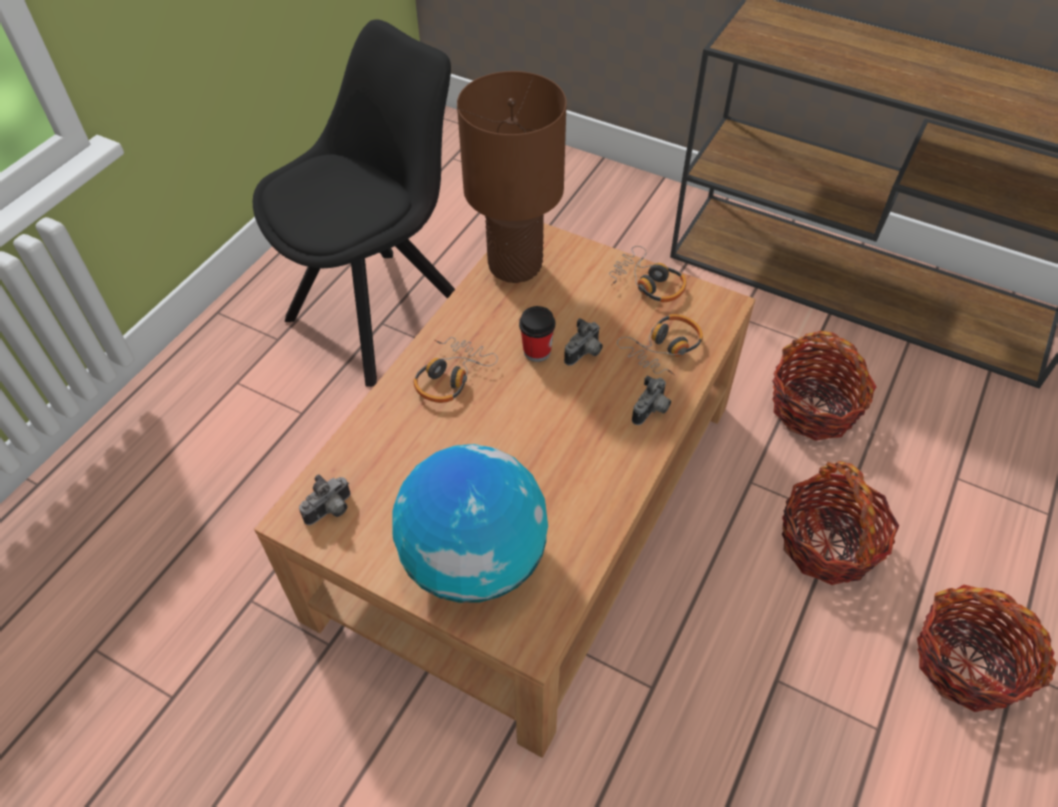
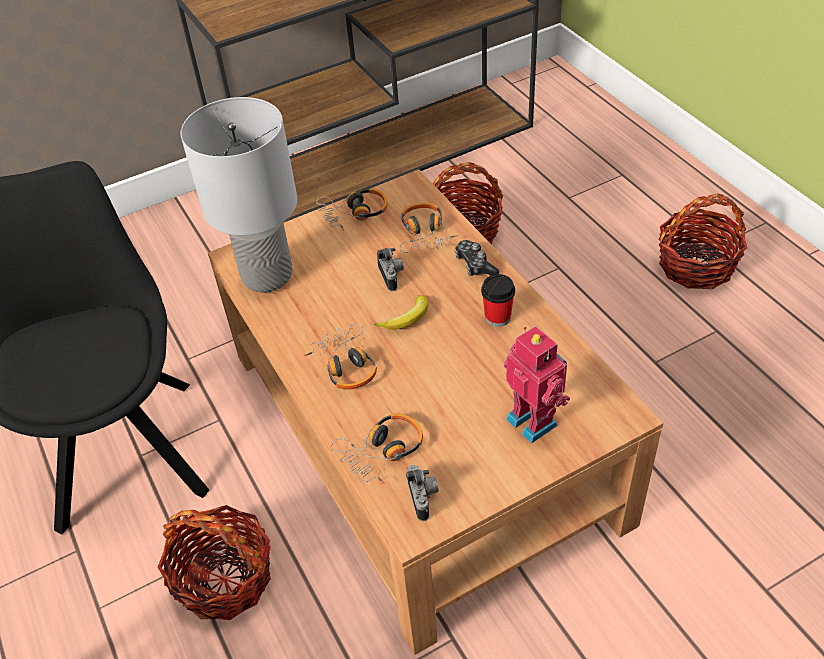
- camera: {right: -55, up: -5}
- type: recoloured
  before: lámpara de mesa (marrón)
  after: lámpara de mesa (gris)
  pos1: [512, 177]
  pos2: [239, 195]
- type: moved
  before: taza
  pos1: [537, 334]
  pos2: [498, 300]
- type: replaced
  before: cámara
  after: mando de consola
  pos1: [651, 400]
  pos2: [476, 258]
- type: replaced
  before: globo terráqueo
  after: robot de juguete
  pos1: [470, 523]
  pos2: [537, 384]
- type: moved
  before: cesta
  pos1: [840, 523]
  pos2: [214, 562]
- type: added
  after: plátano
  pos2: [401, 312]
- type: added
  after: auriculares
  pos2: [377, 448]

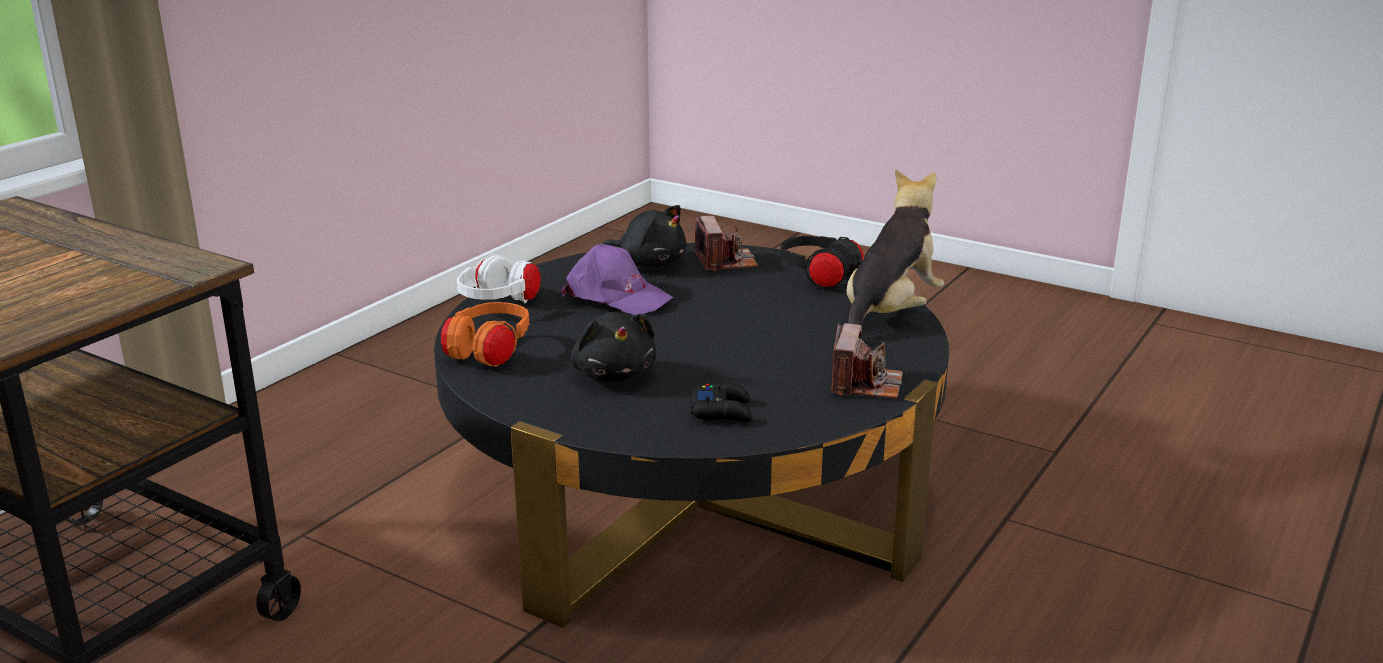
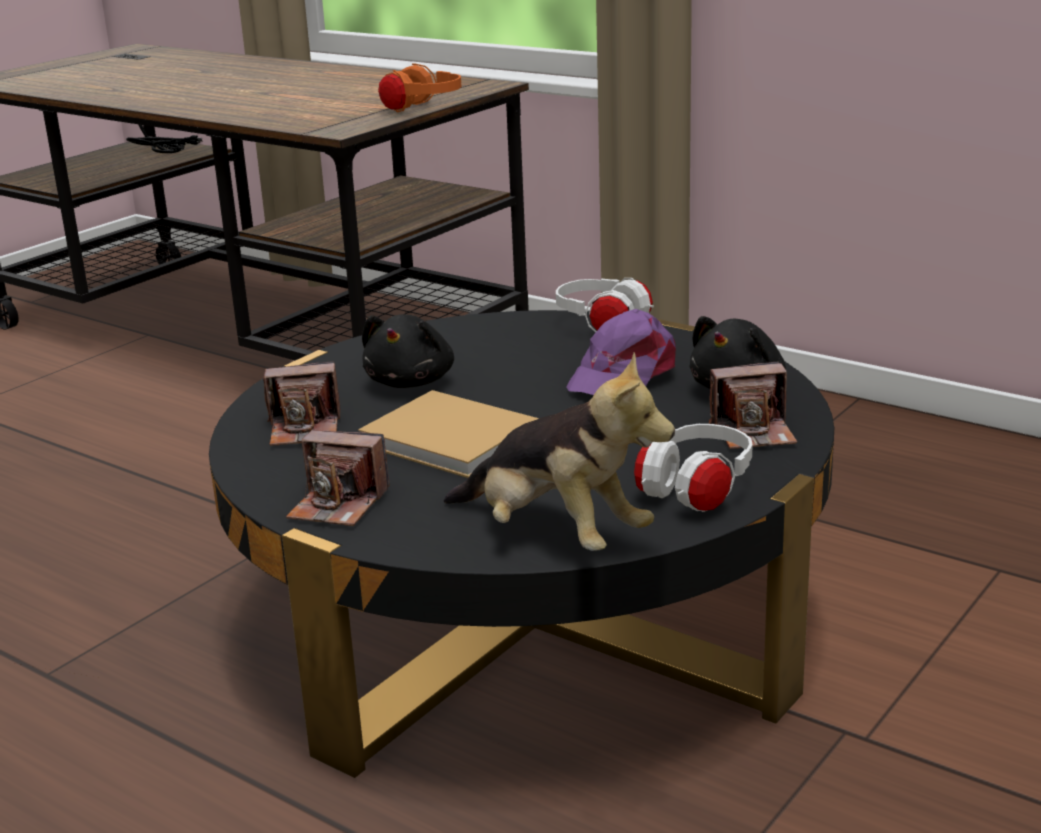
- camera: {right: 95, up: 0}
- type: recoloured
  before: auriculares (negro)
  after: auriculares (blanco)
  pos1: [822, 262]
  pos2: [693, 468]
- type: moved
  before: auriculares (naranja)
  pos1: [485, 334]
  pos2: [419, 87]
- type: turned
  before: peluche (negro)
  pos1: [613, 347]
  pos2: [408, 351]
  turn: -60
- type: replaced
  before: mando de consola (negro)
  after: cámara
  pos1: [722, 402]
  pos2: [302, 403]
- type: added
  after: libro (beis)
  pos2: [448, 434]

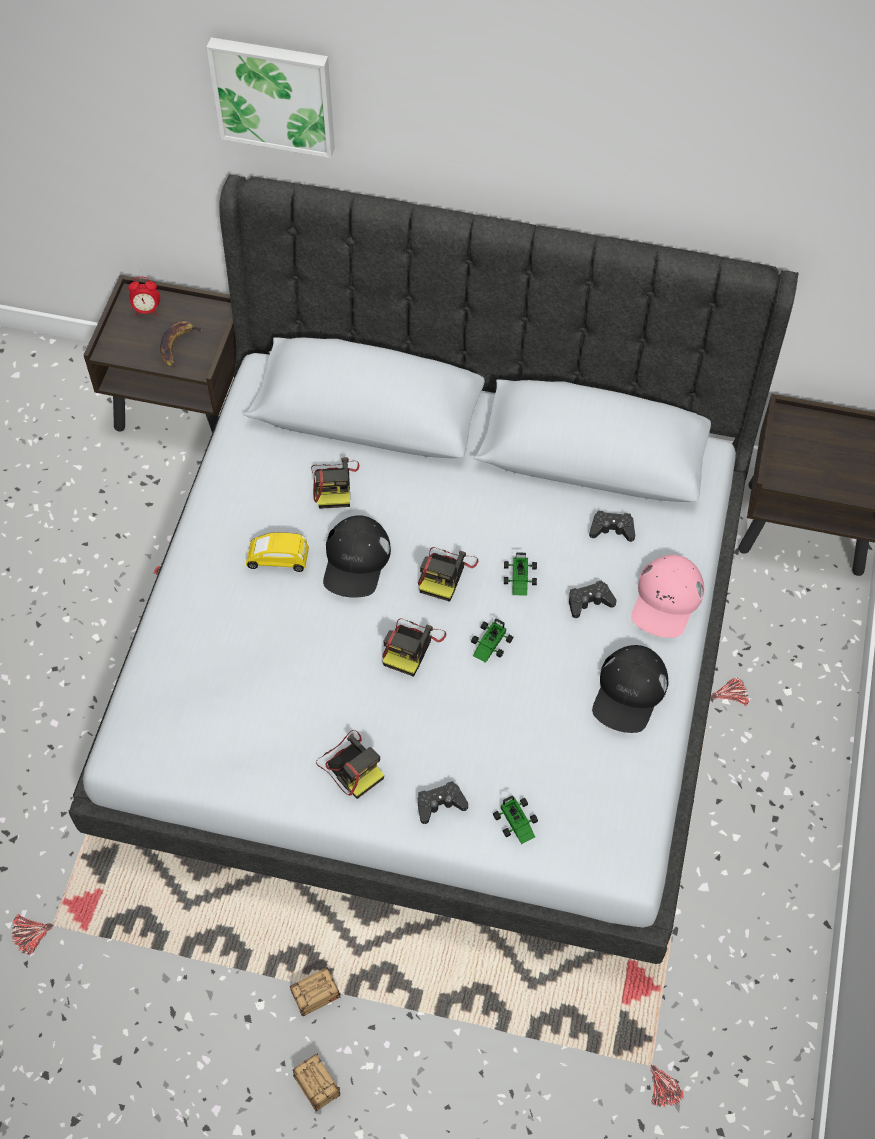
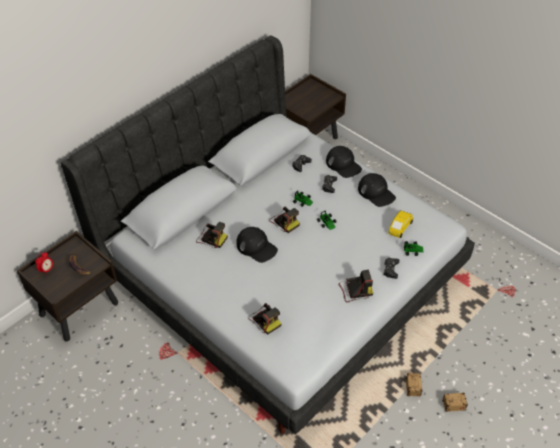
- camera: {right: -60, up: -10}
- type: removed
  before: cuadro
  pos1: [270, 97]
- type: moved
  before: coche de juguete (amarillo)
  pos1: [277, 552]
  pos2: [400, 224]
- type: recoloured
  before: gorra (rosa)
  after: gorra (negro)
  pos1: [668, 596]
  pos2: [344, 162]
- type: moved
  before: cámara
  pos1: [414, 647]
  pos2: [265, 319]

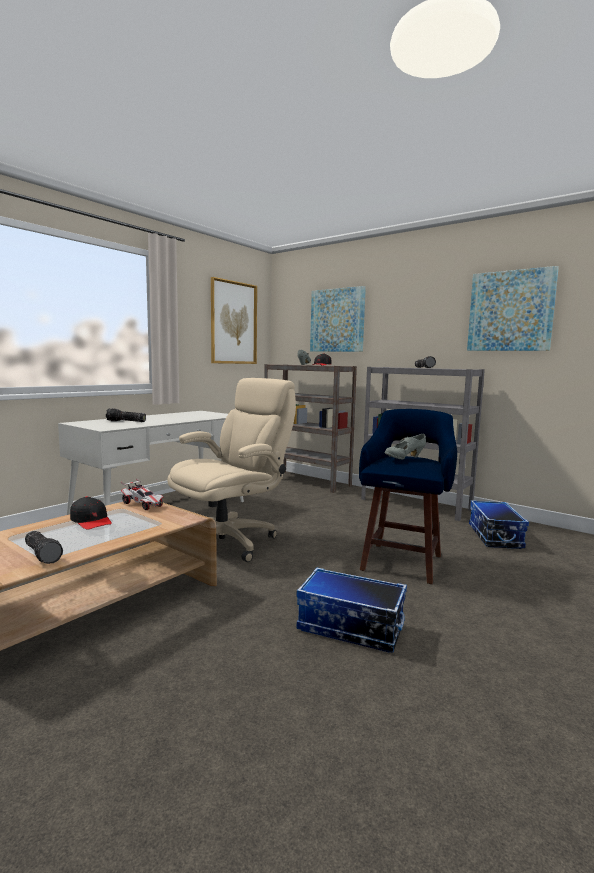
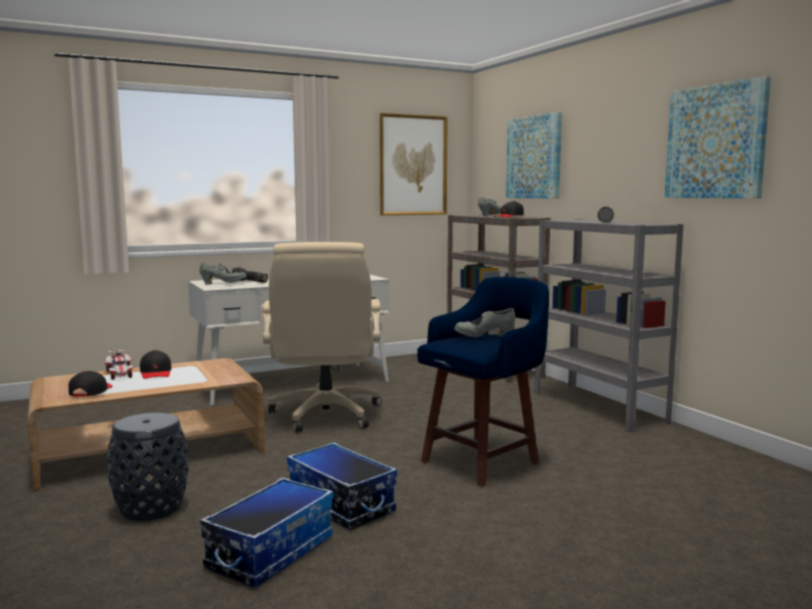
- camera: {right: 25, up: 0}
- type: turned
  before: silla de oficina (beis)
  pos1: [231, 470]
  pos2: [322, 337]
  turn: 105
- type: moved
  before: coche de juguete
  pos1: [142, 494]
  pos2: [118, 364]
- type: moved
  before: caja de almacenaje
  pos1: [499, 524]
  pos2: [266, 532]
- type: replaced
  before: linterna
  after: gorra (negro)
  pos1: [44, 547]
  pos2: [90, 384]
- type: added
  after: zapato (gris)
  pos2: [223, 274]
- type: added
  after: taburete (negro)
  pos2: [148, 467]

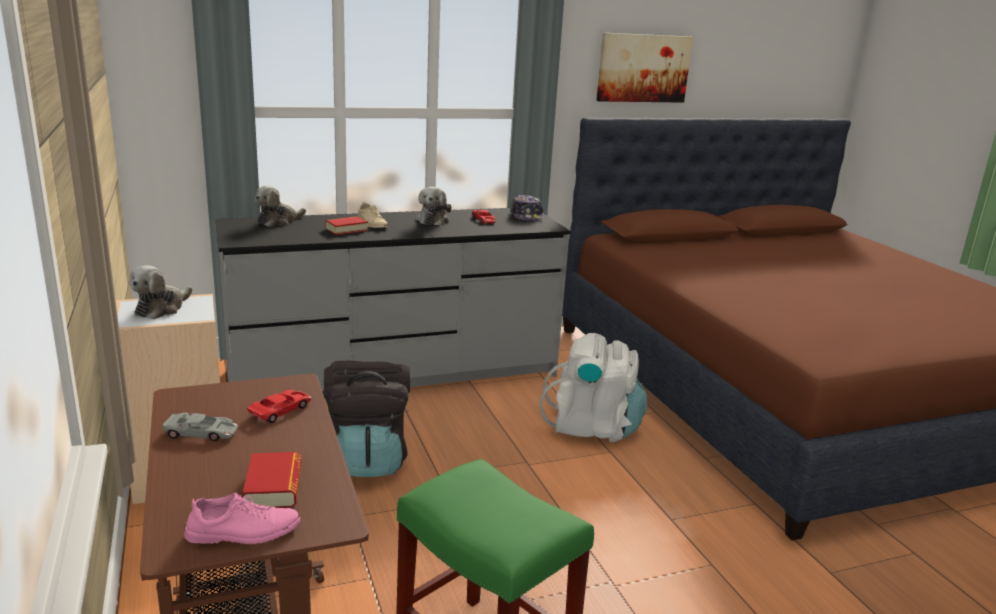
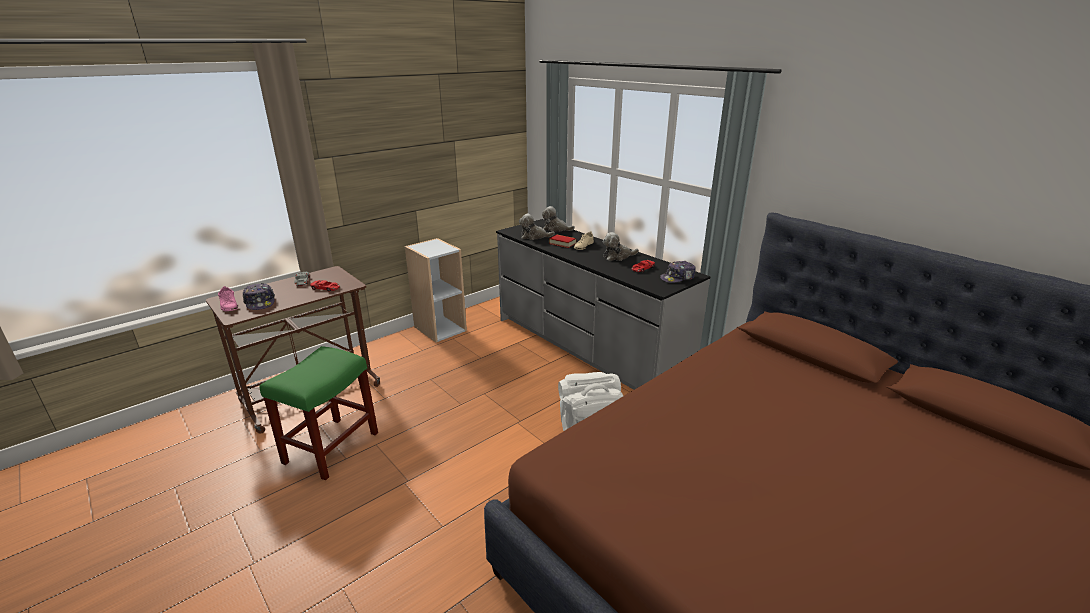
- camera: {right: 70, up: 5}
- type: removed
  before: cuadro
  pos1: [644, 68]
- type: moved
  before: peluche
  pos1: [160, 292]
  pos2: [537, 227]
- type: removed
  before: mochila (negro)
  pos1: [366, 419]
- type: replaced
  before: libro
  after: gorra
  pos1: [272, 480]
  pos2: [259, 296]

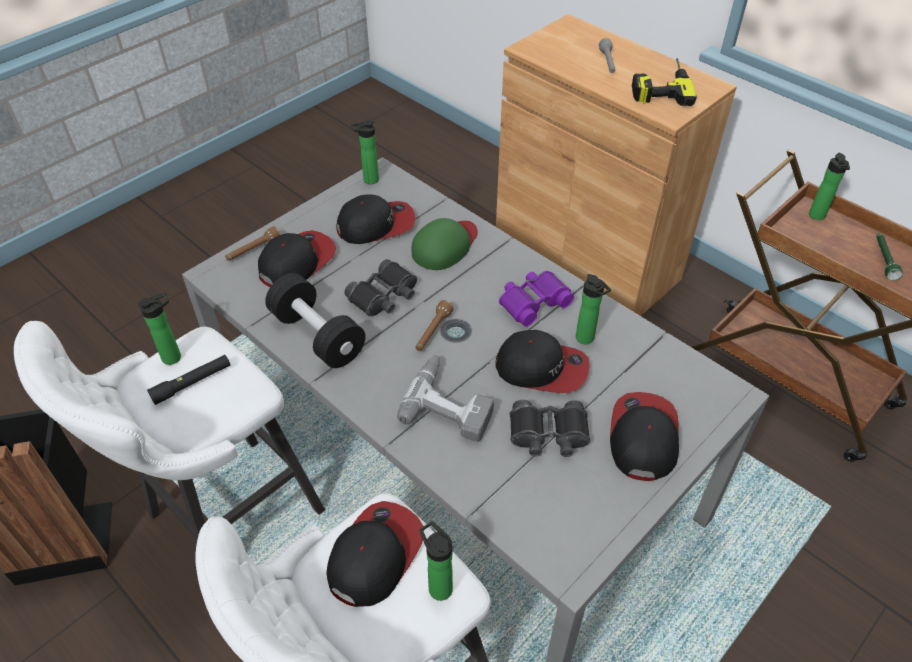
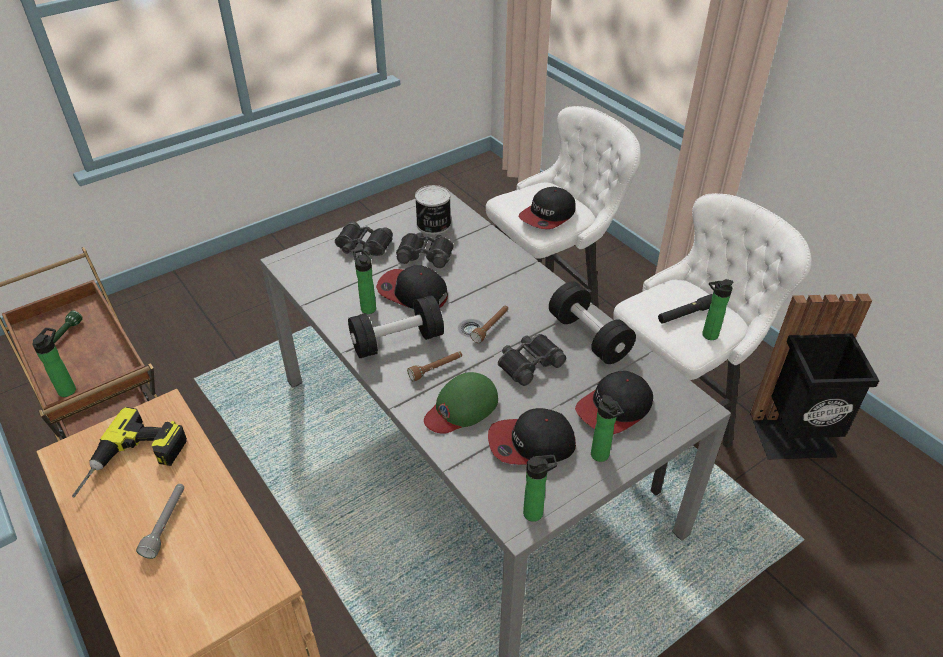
- camera: {right: -170, up: -5}
- type: moved
  before: linterna (marrón)
  pos1: [253, 243]
  pos2: [434, 366]
- type: replaced
  before: prismáticos (morado)
  after: mancuerna (negro)
  pos1: [536, 299]
  pos2: [396, 326]
- type: removed
  before: taladro
  pos1: [445, 398]
- type: replaced
  before: gorra
  after: prismáticos (negro)
  pos1: [644, 436]
  pos2: [364, 238]
- type: moved
  before: botella
  pos1: [436, 561]
  pos2: [607, 428]
- type: added
  after: lata
  pos2: [433, 210]

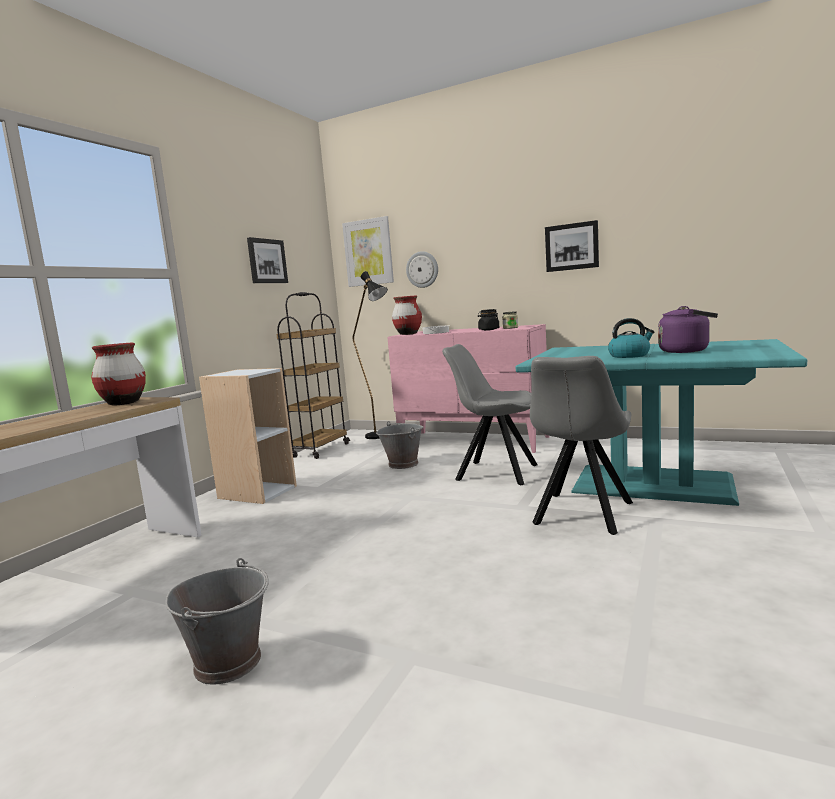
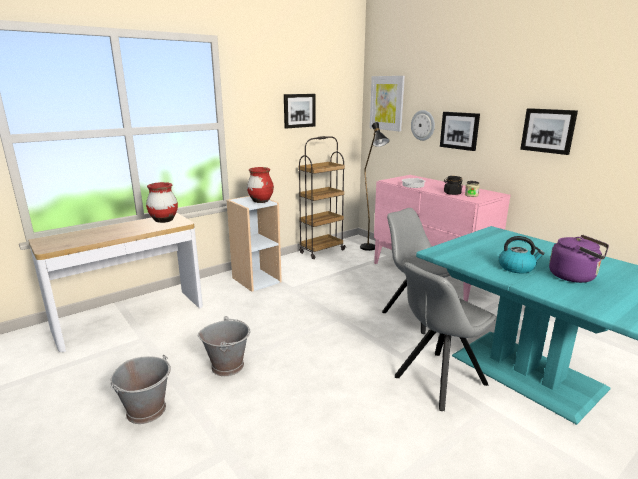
- camera: {right: 25, up: 10}
- type: moved
  before: florero (rojo)
  pos1: [407, 315]
  pos2: [260, 185]
- type: moved
  before: cubo (gris)
  pos1: [399, 445]
  pos2: [224, 346]
- type: added
  after: cuadro
  pos2: [460, 131]

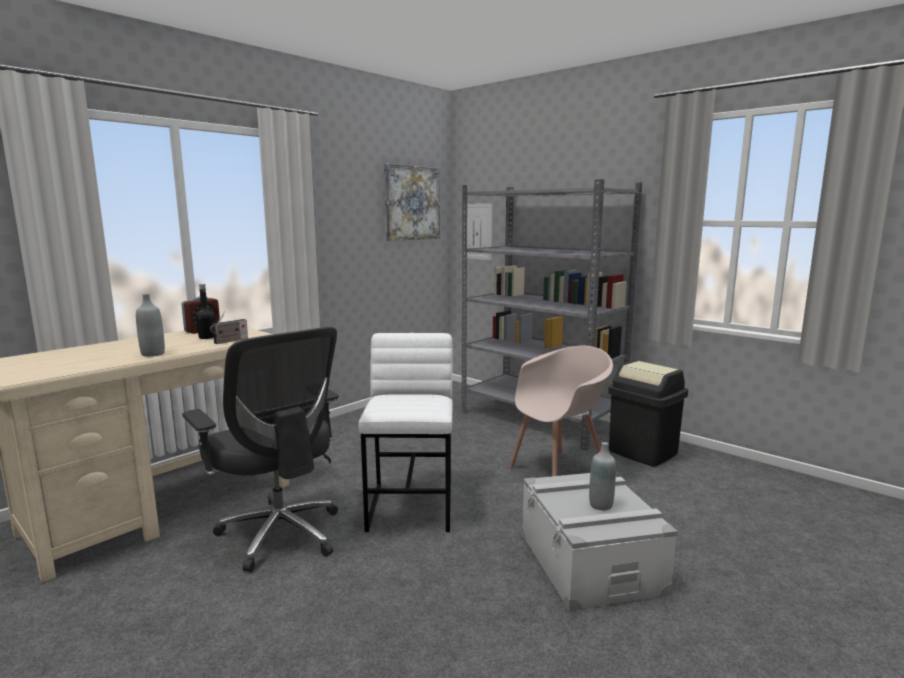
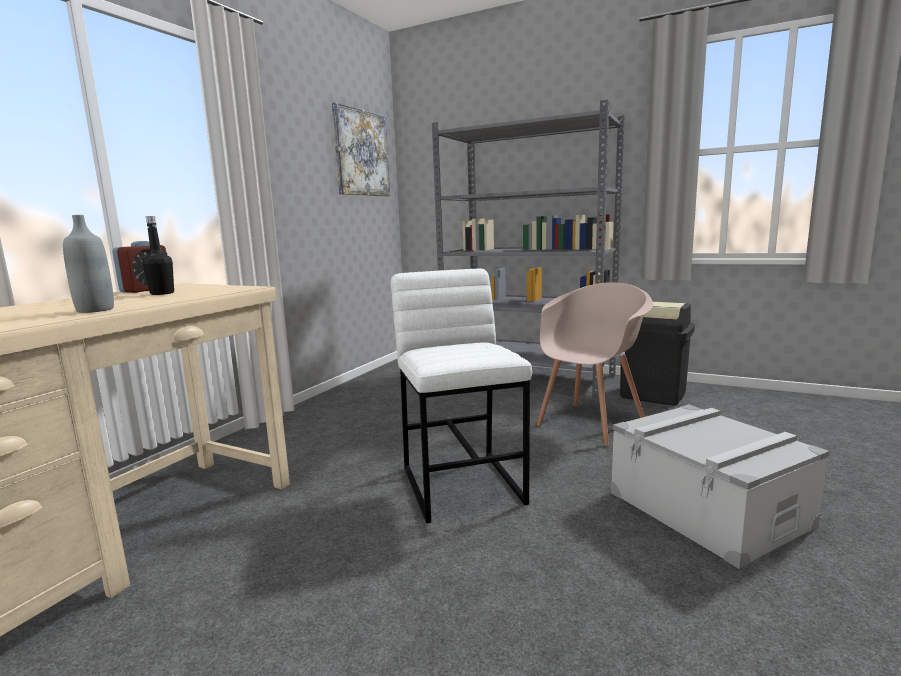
- camera: {right: -15, up: 0}
- type: removed
  before: cuadro
  pos1: [478, 232]
- type: removed
  before: radio
  pos1: [229, 328]
- type: removed
  before: silla de oficina
  pos1: [260, 449]
- type: removed
  before: botella (gris)
  pos1: [602, 476]

